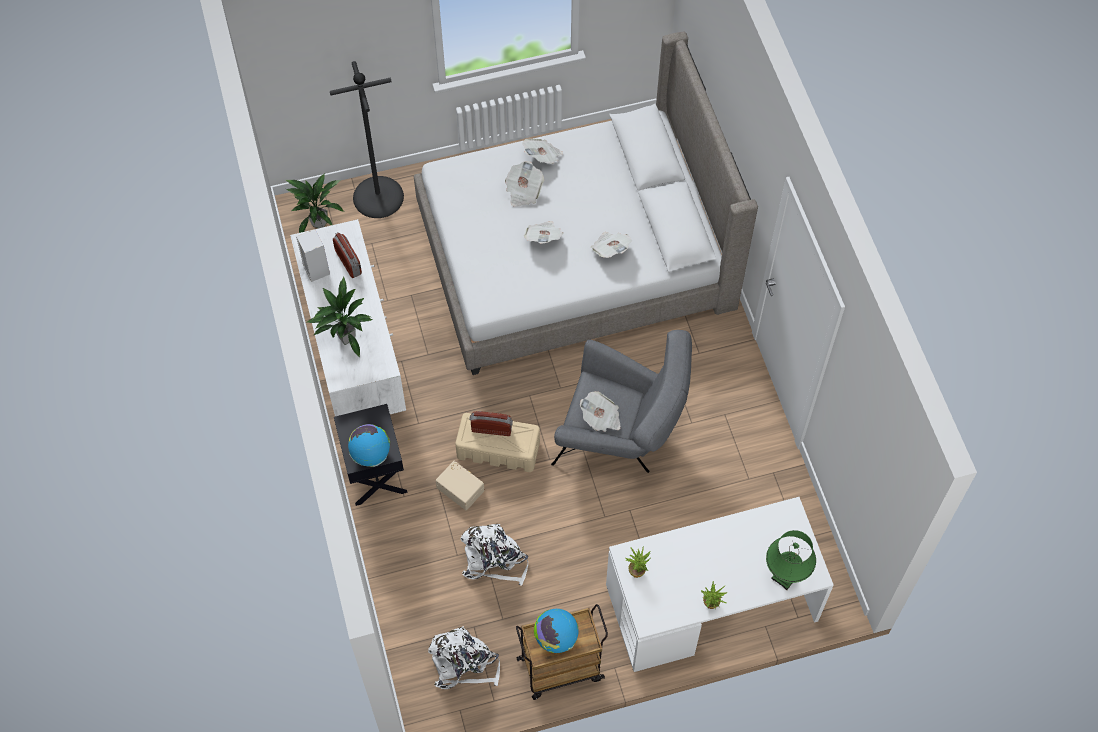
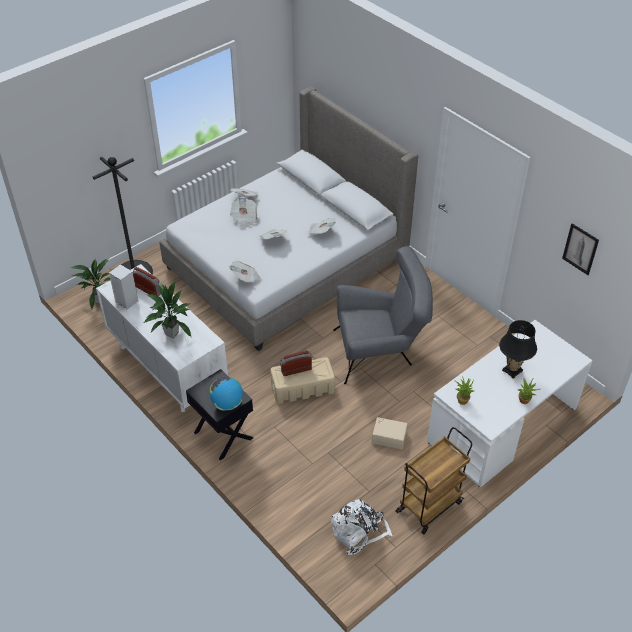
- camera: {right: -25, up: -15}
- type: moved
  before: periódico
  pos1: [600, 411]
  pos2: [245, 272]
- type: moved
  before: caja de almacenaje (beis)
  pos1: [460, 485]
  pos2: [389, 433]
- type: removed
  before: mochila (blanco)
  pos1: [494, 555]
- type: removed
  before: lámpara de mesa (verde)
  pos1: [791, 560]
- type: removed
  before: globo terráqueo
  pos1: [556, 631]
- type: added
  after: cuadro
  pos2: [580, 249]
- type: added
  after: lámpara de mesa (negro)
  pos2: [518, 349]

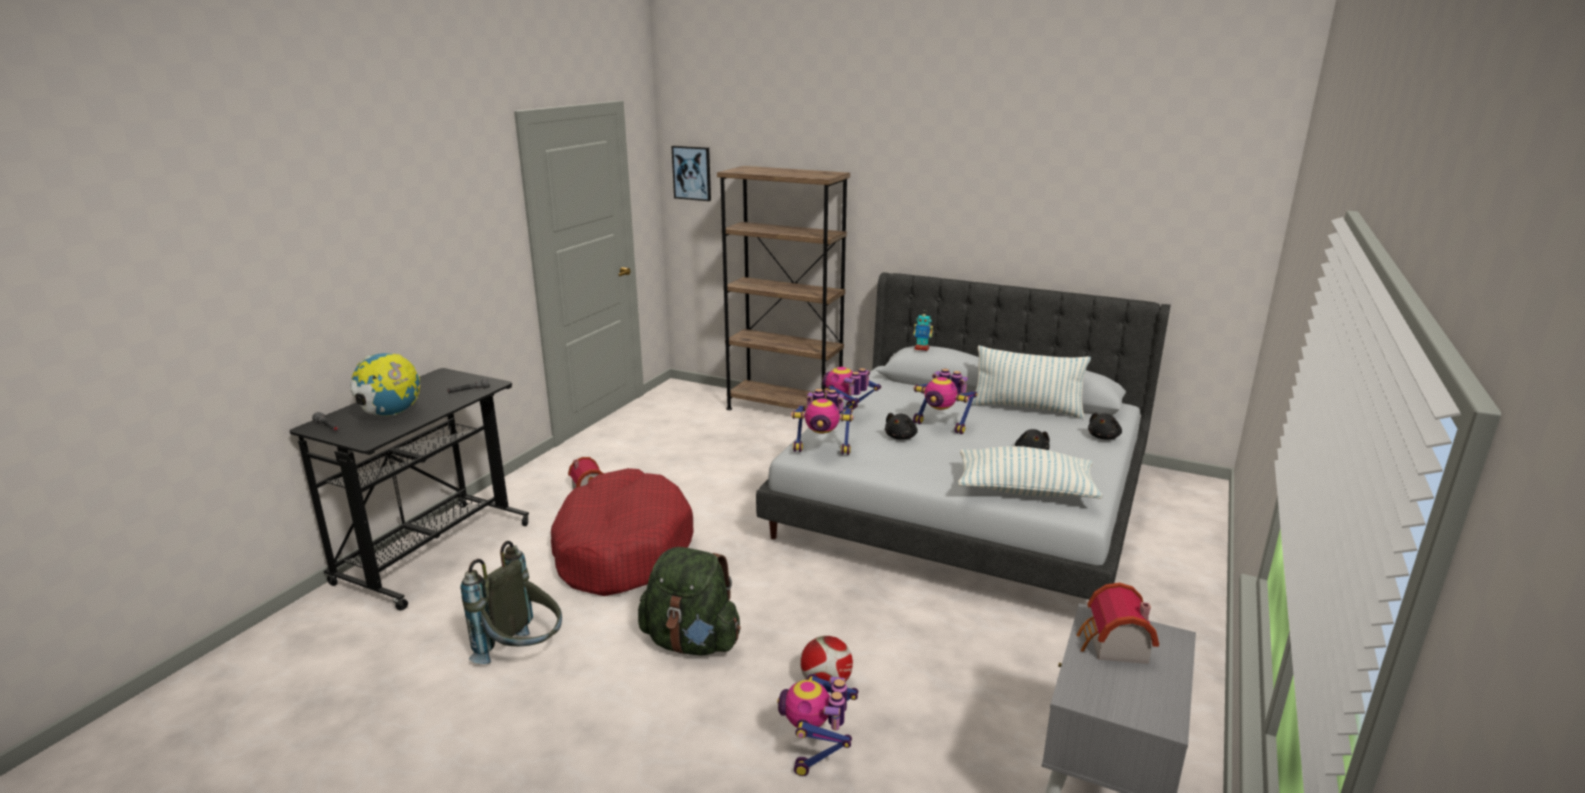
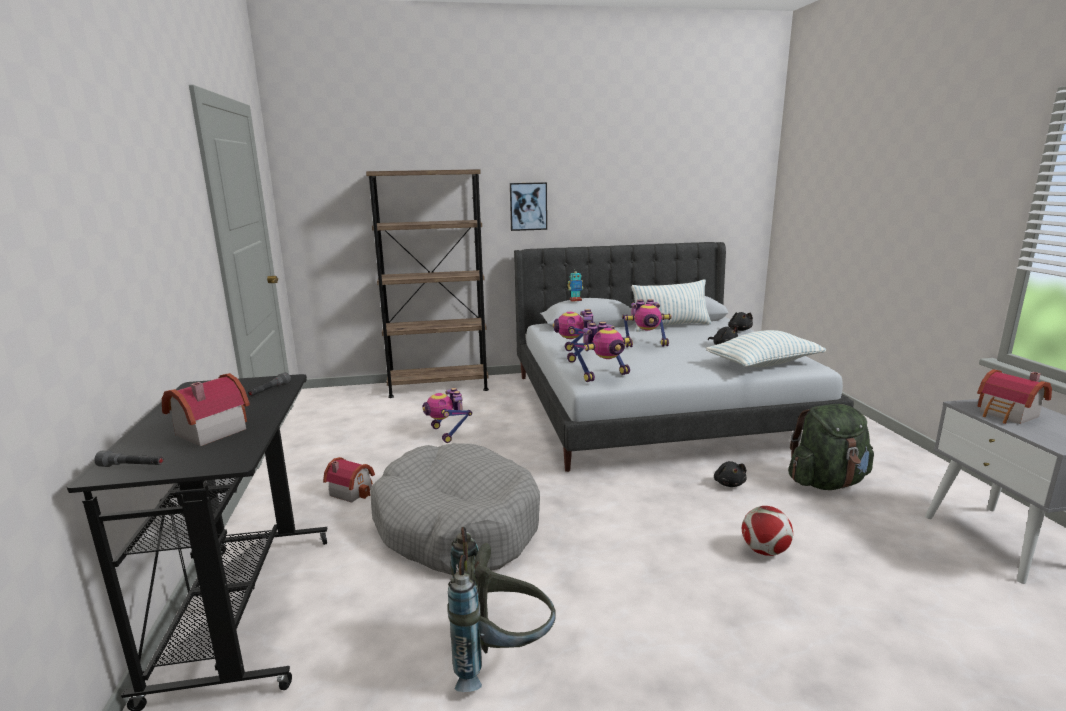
- camera: {right: -35, up: -5}
- type: moved
  before: cuadro
  pos1: [691, 173]
  pos2: [528, 206]
- type: replaced
  before: globo terráqueo
  after: casita
  pos1: [385, 384]
  pos2: [206, 409]
- type: moved
  before: peluche (negro)
  pos1: [901, 426]
  pos2: [730, 474]
- type: recoloured
  before: cama para perro (rojo)
  after: cama para perro (gris)
  pos1: [622, 532]
  pos2: [455, 509]
- type: moved
  before: mochila (verde)
  pos1: [689, 601]
  pos2: [831, 447]
- type: moved
  before: robot de juguete
  pos1: [817, 725]
  pos2: [447, 415]

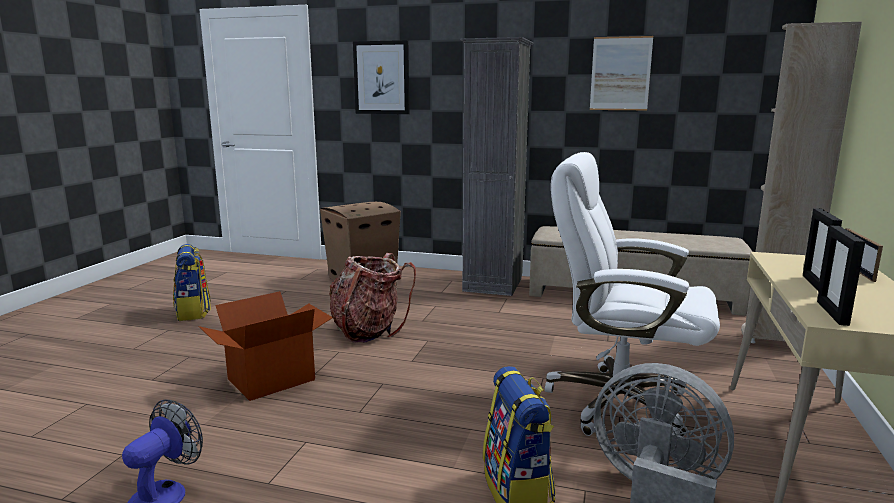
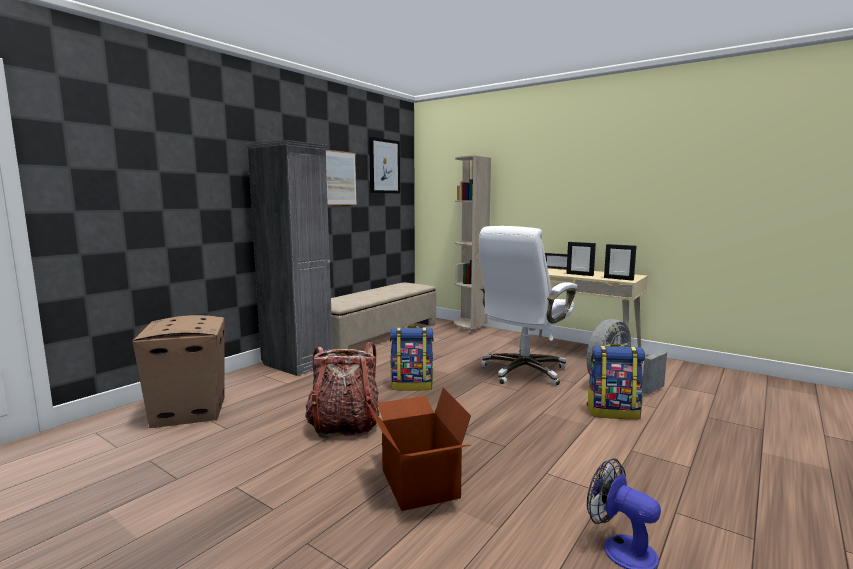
- camera: {right: -70, up: -5}
- type: moved
  before: cuadro
  pos1: [381, 77]
  pos2: [384, 165]
- type: moved
  before: mochila
  pos1: [192, 282]
  pos2: [412, 358]

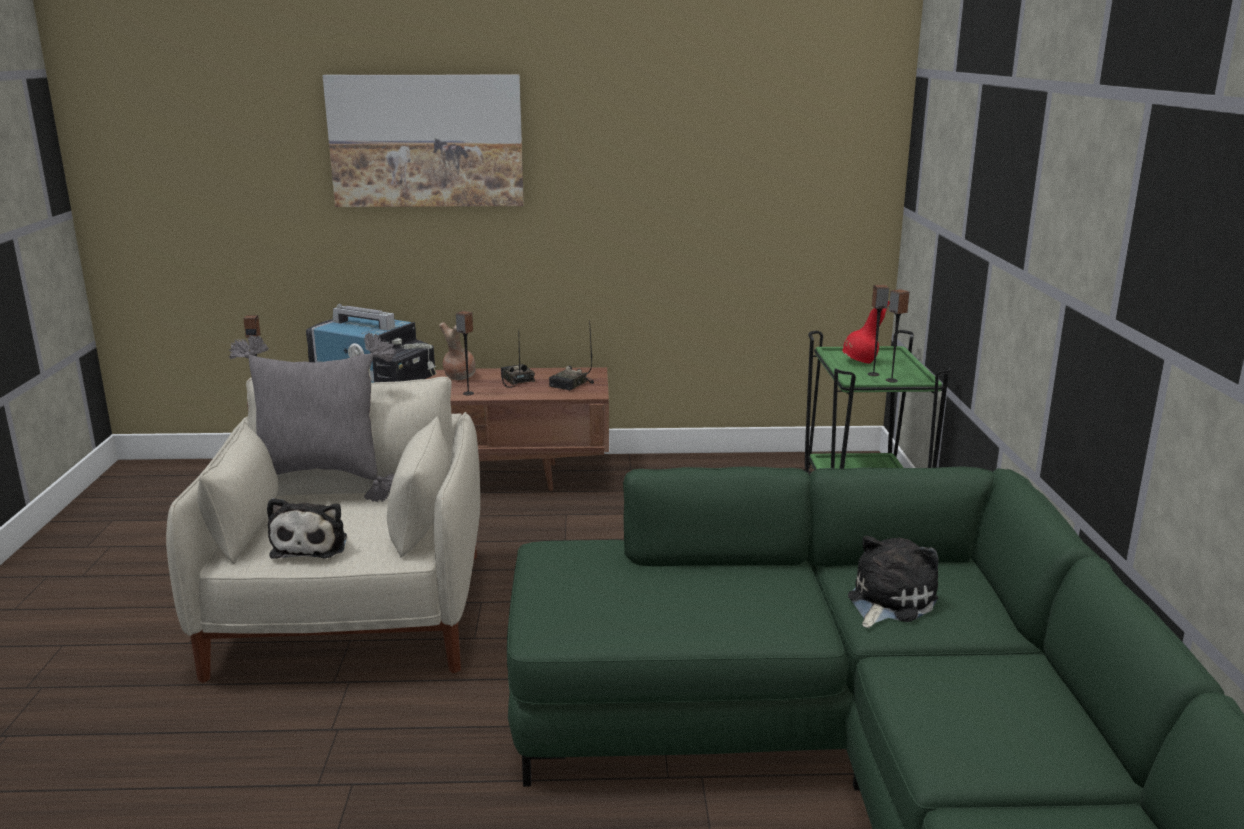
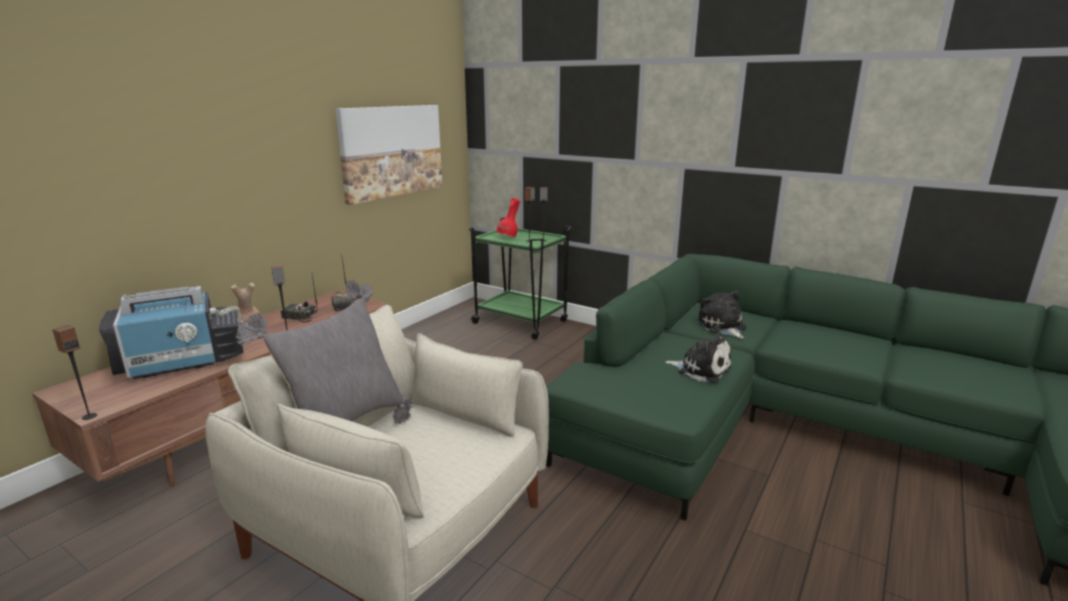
- camera: {right: -55, up: 0}
- type: moved
  before: cuadro
  pos1: [423, 141]
  pos2: [388, 155]
- type: moved
  before: peluche
  pos1: [307, 528]
  pos2: [698, 357]

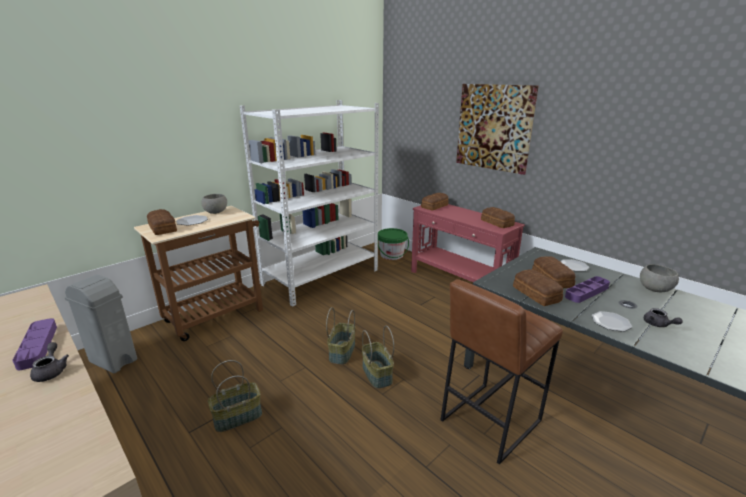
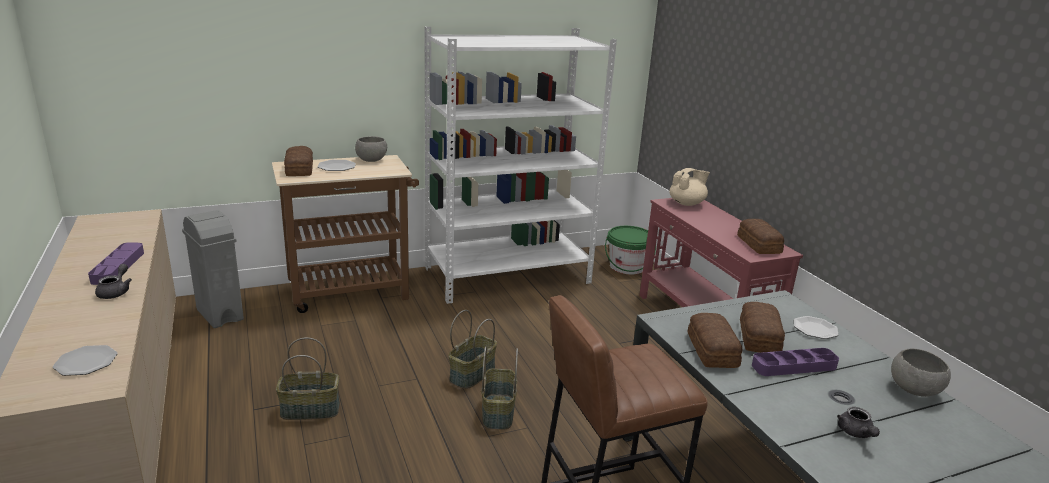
- camera: {right: 20, up: 0}
- type: removed
  before: cuadro
  pos1: [497, 129]
- type: replaced
  before: pan
  after: tetera (beis)
  pos1: [435, 201]
  pos2: [689, 187]
- type: moved
  before: plato
  pos1: [612, 321]
  pos2: [85, 360]

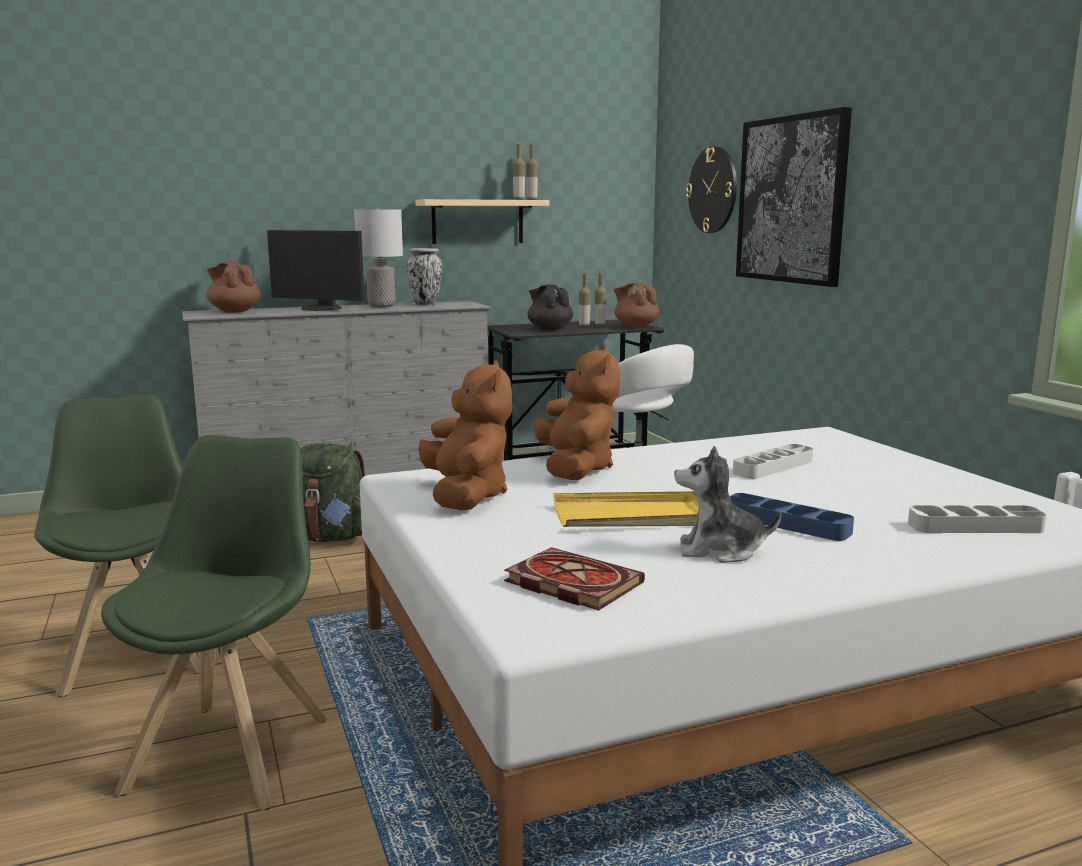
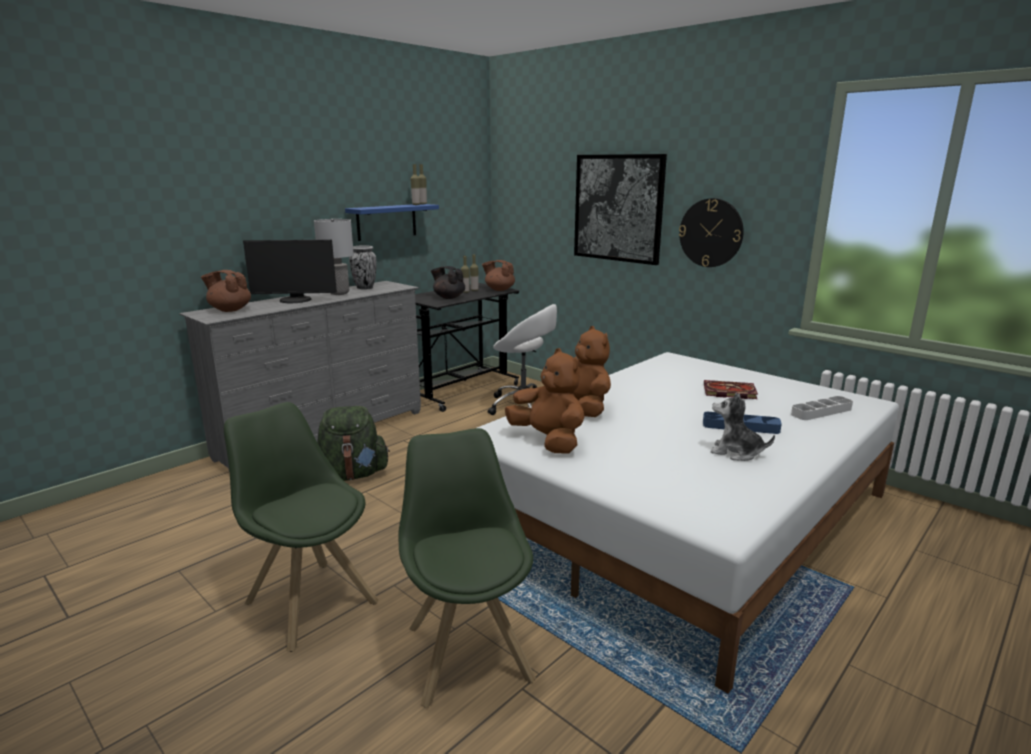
- camera: {right: -25, up: 5}
- type: moved
  before: reloj de pared
  pos1: [711, 189]
  pos2: [711, 232]
- type: recoloured
  before: estante (beis)
  after: estante (azul)
  pos1: [482, 221]
  pos2: [392, 222]
- type: removed
  before: bandeja (gris)
  pos1: [773, 461]
- type: turned
  before: peluche
  pos1: [728, 504]
  pos2: [743, 426]
  turn: 45
- type: removed
  before: bandeja (amarillo)
  pos1: [626, 509]
- type: moved
  before: libro
  pos1: [574, 579]
  pos2: [731, 389]

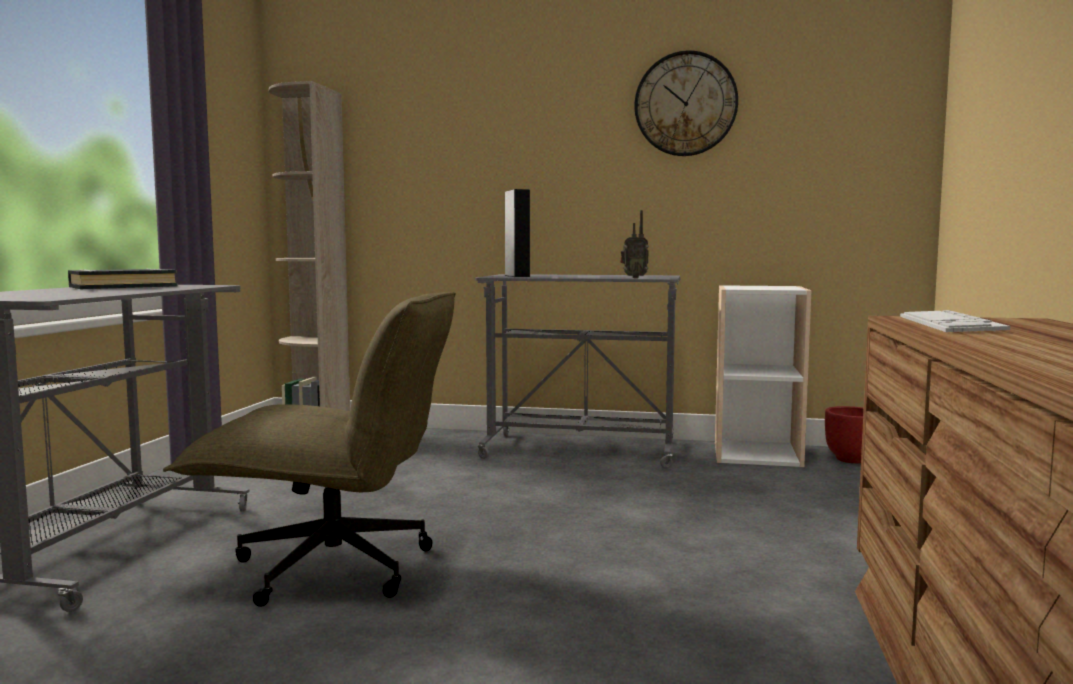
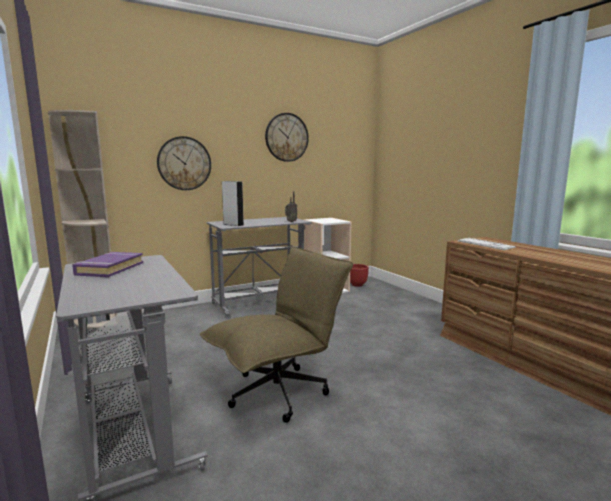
- camera: {right: -40, up: 5}
- type: recoloured
  before: libro (negro)
  after: libro (morado)
  pos1: [123, 279]
  pos2: [107, 264]
- type: added
  after: reloj de pared
  pos2: [184, 163]

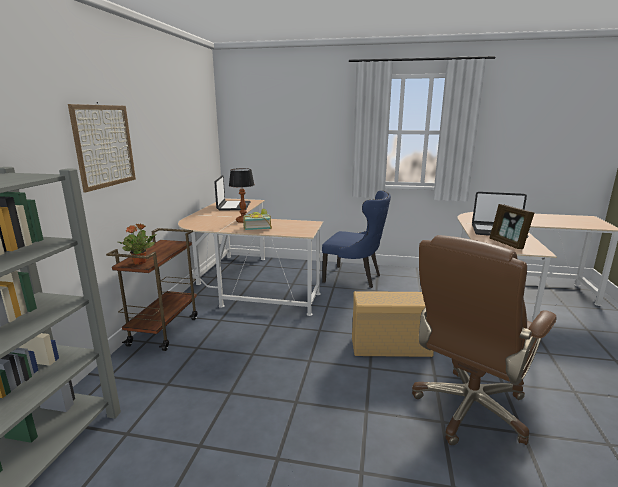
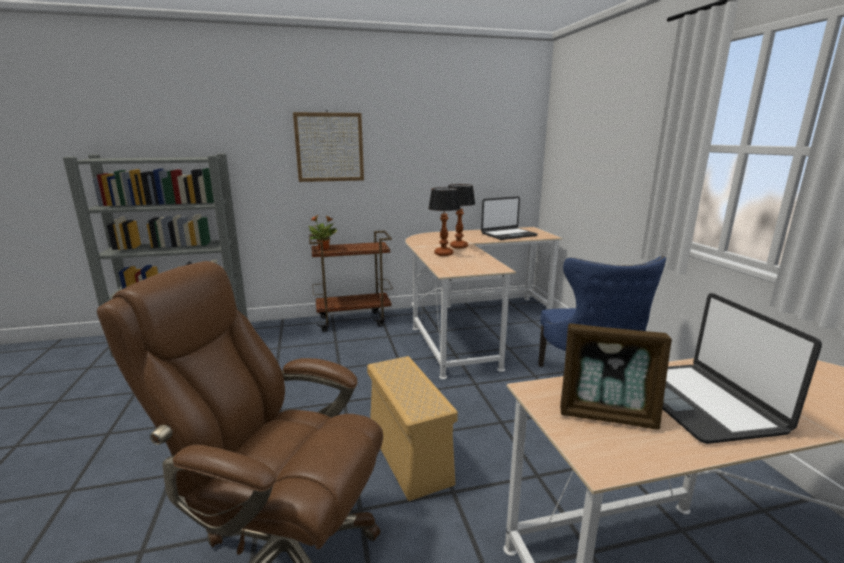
- camera: {right: 65, up: 0}
- type: turned
  before: portarretratos
  pos1: [511, 226]
  pos2: [616, 376]
  turn: -120
- type: replaced
  before: libro
  after: lámpara de mesa
  pos1: [257, 219]
  pos2: [444, 221]

